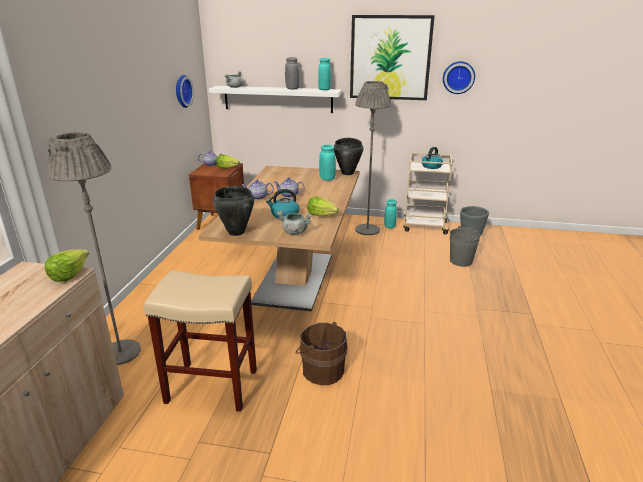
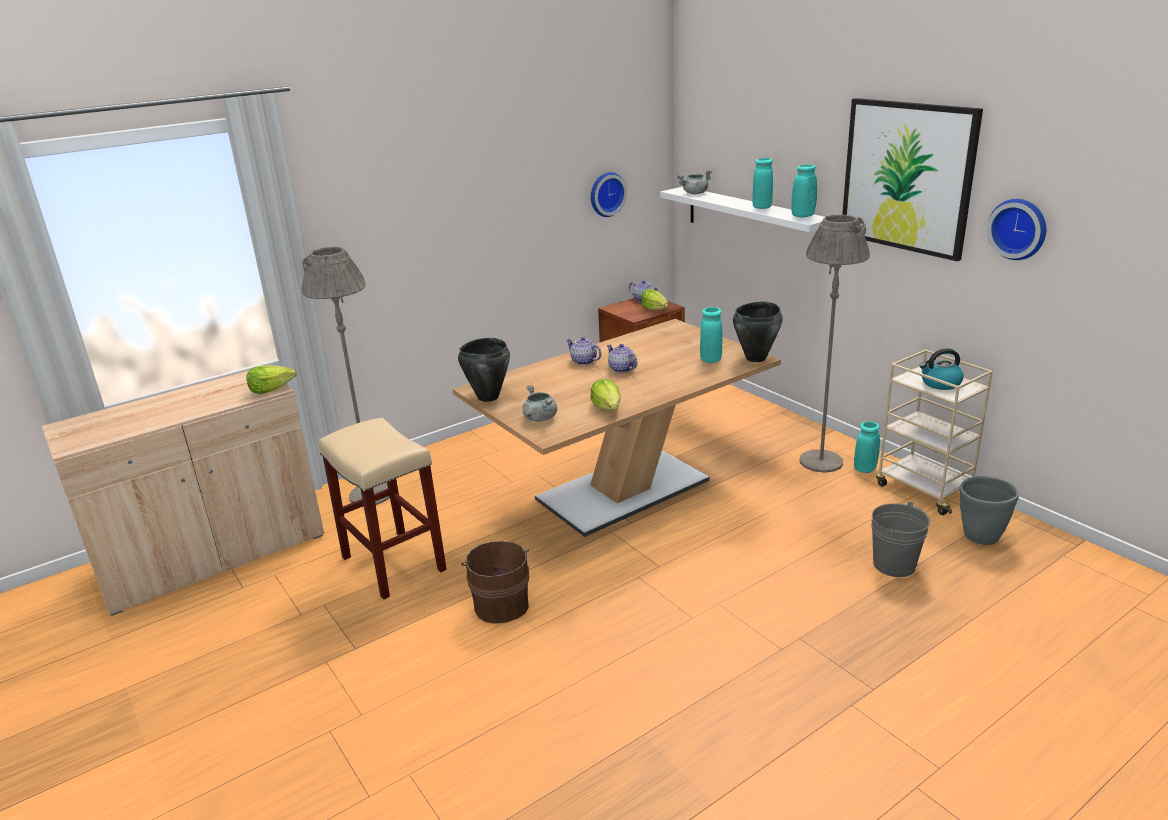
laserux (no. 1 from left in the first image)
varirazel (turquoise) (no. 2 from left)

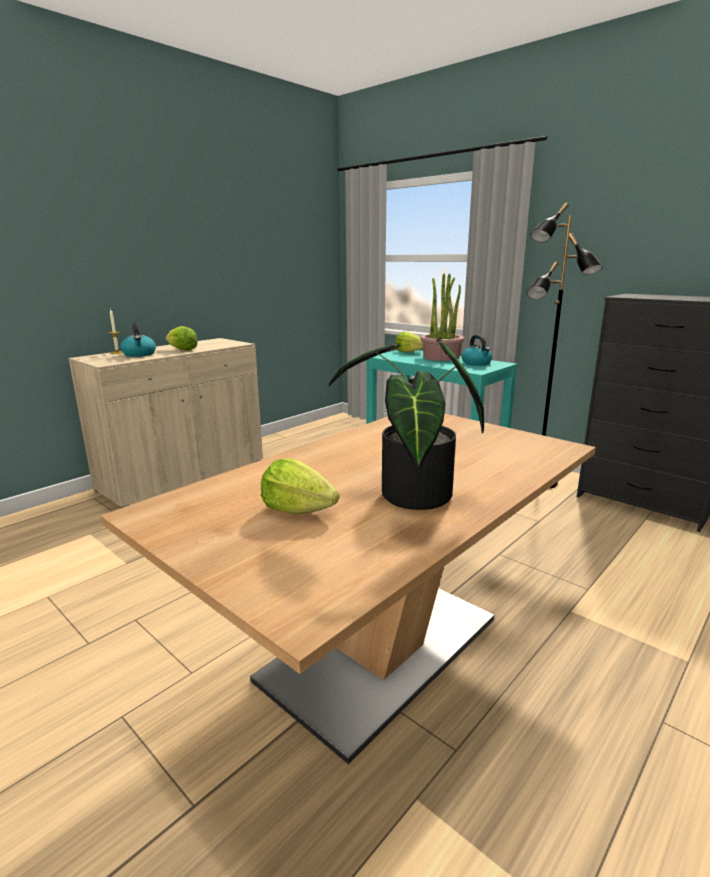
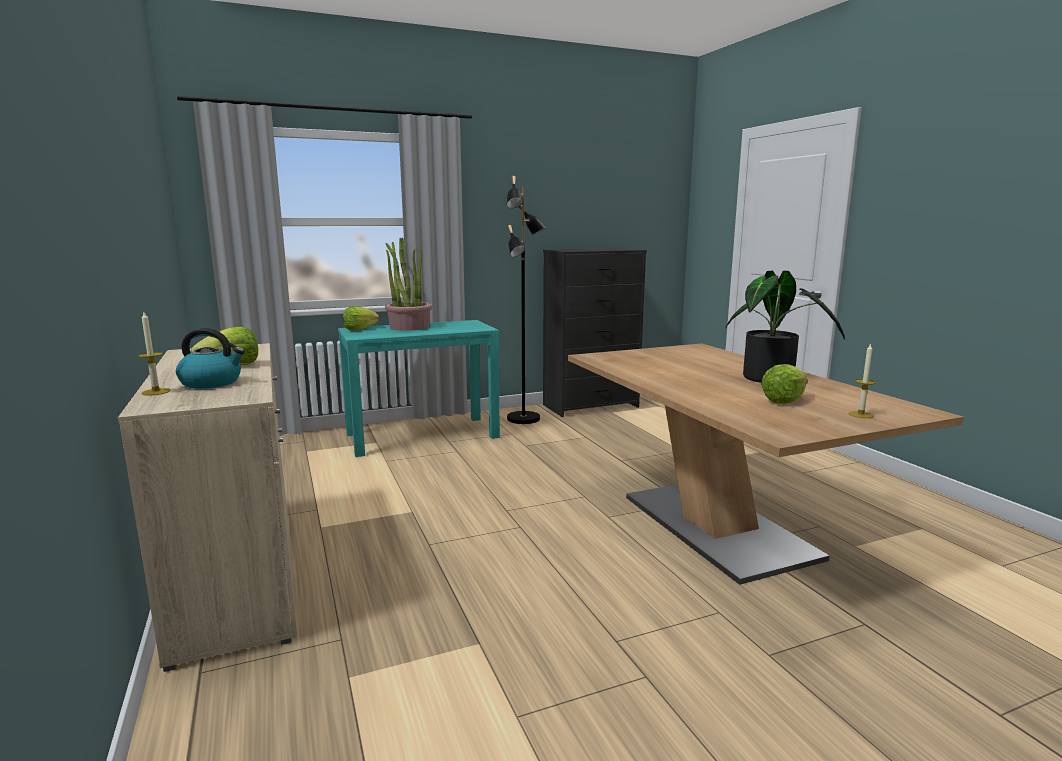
laserux (no. 2 from left in the first image)
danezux (no. 2 from left)

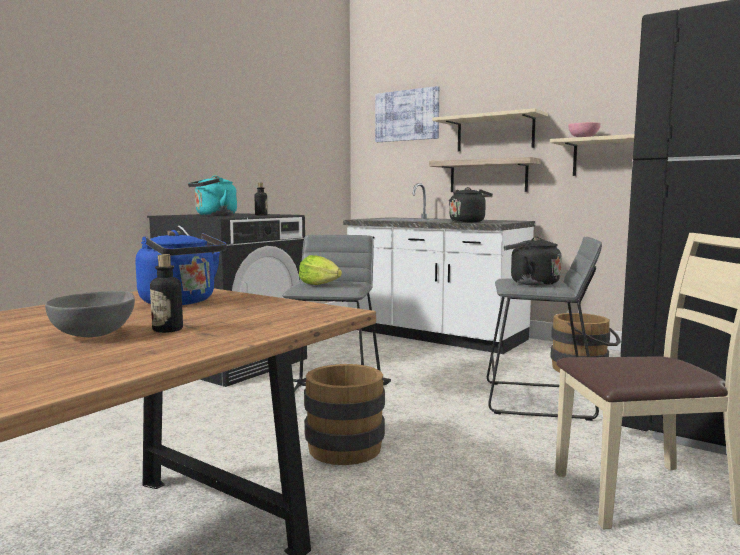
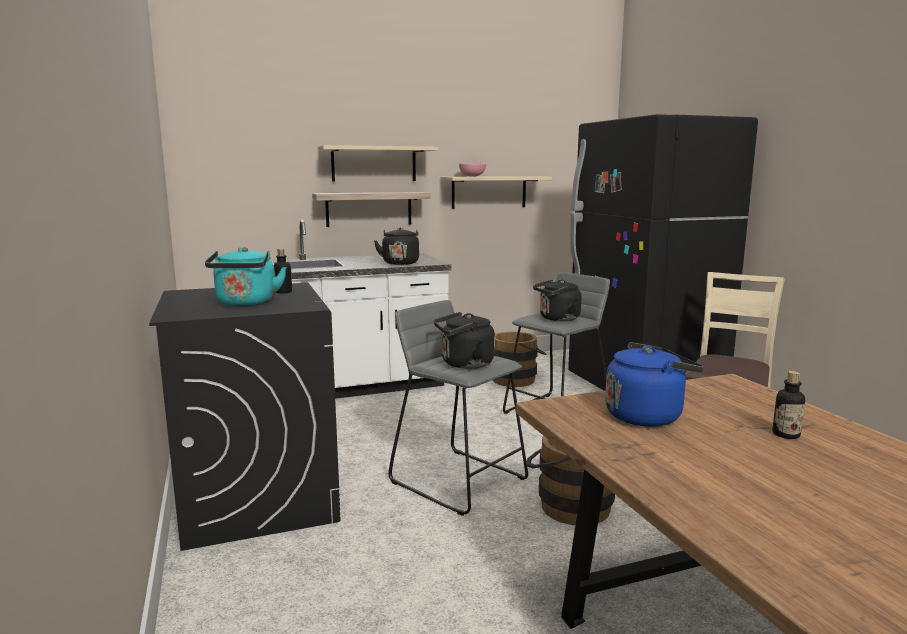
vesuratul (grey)
laserux (black) (no. 2 from left)
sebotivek

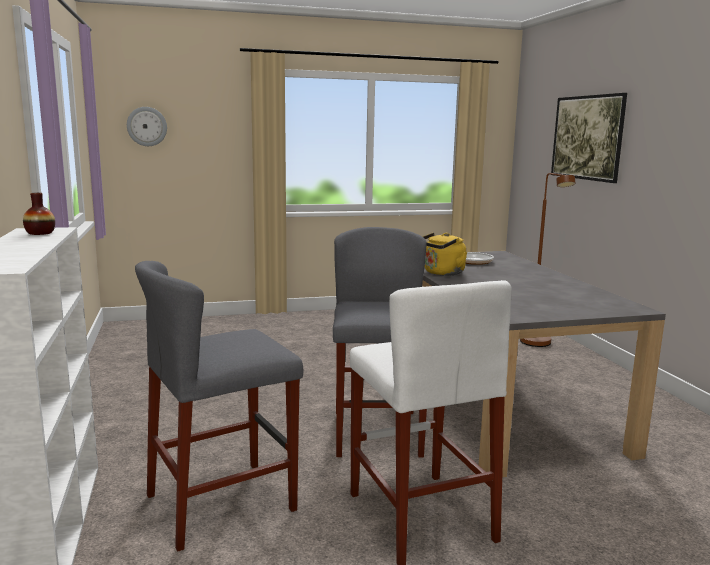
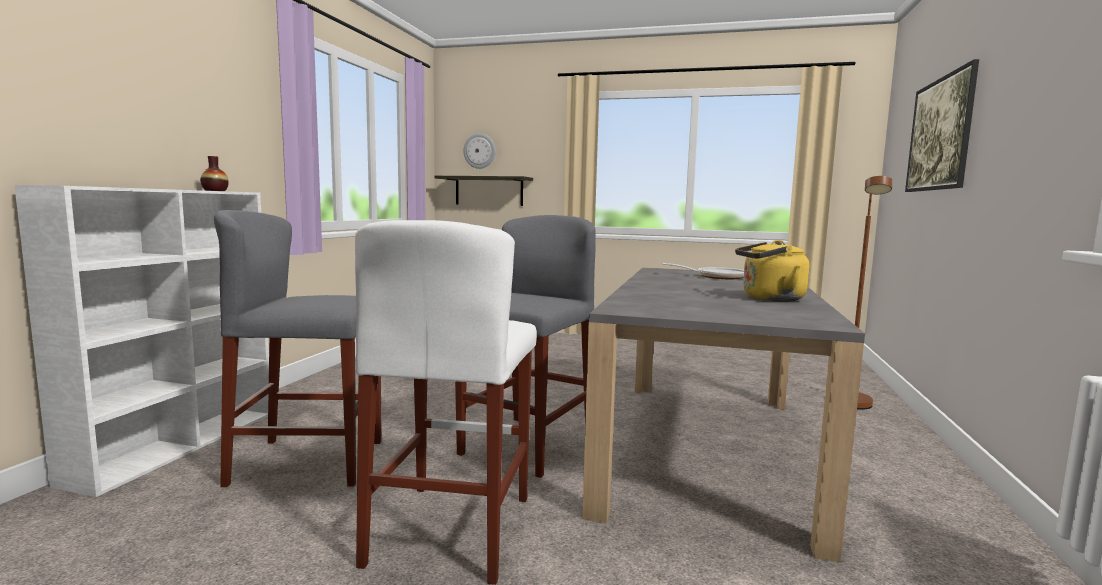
laserux (yellow)
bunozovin

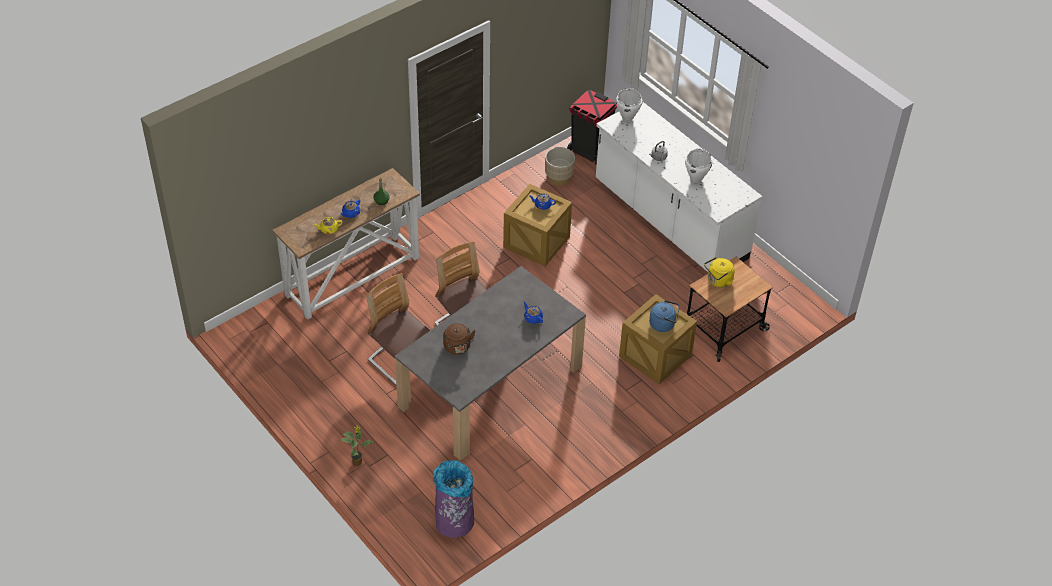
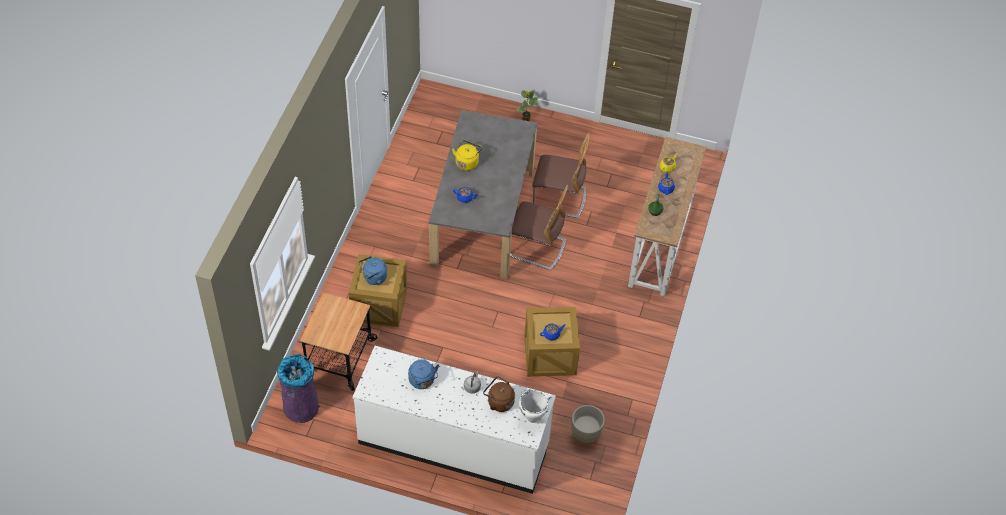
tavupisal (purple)
laserux (brown)
tavupisal (black)
laserux (blue) (no. 2 from left)
laserux (yellow)

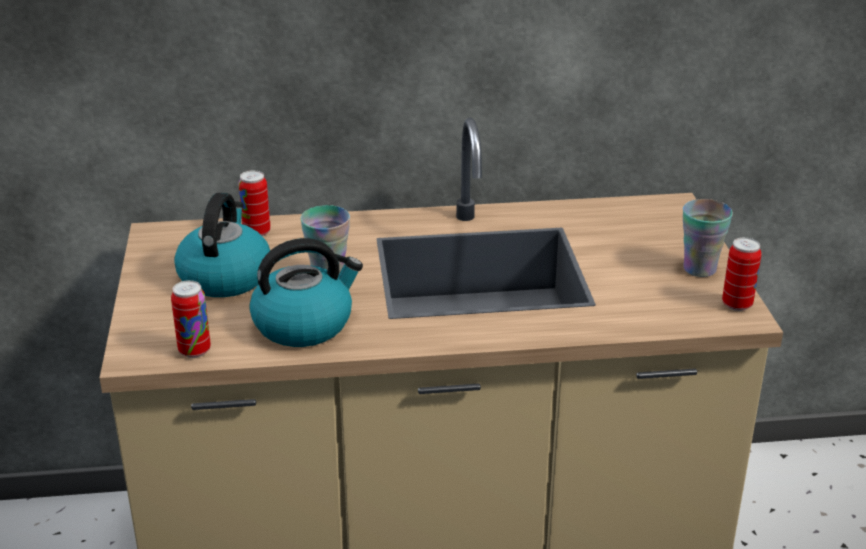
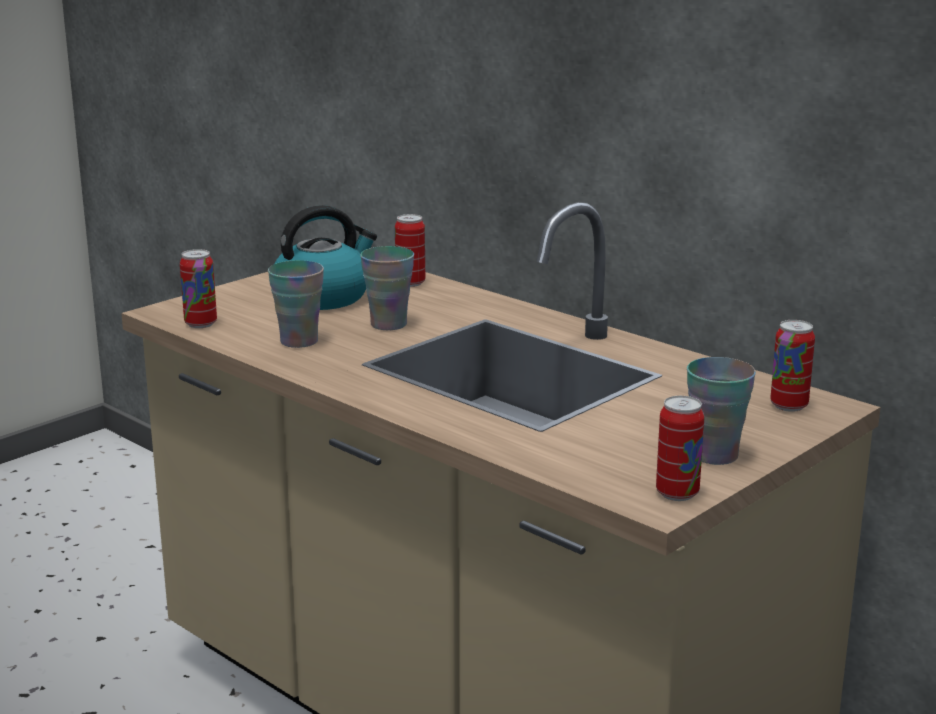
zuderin (no. 1 from left)
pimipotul (no. 4 from left)

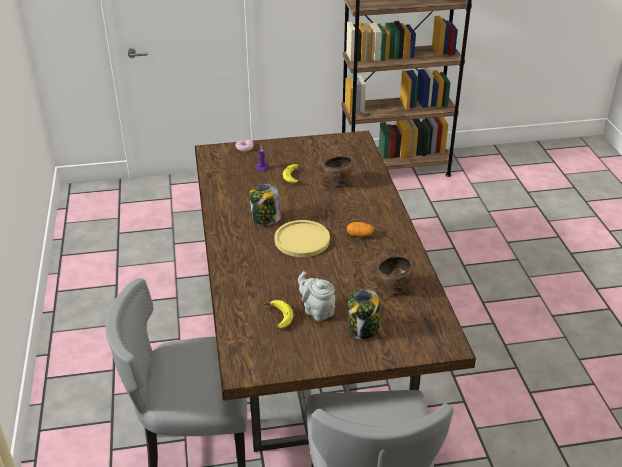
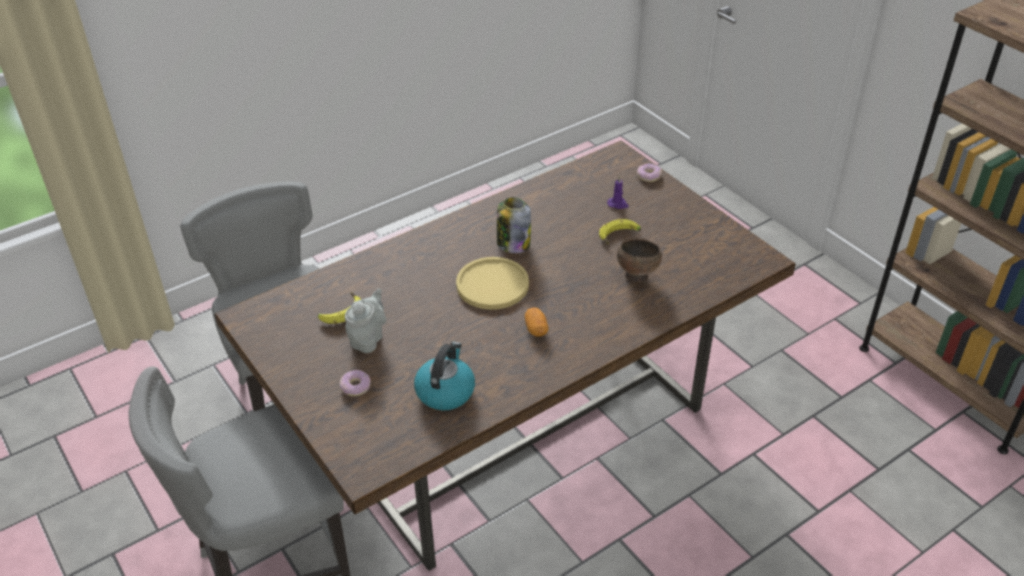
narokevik (no. 1 from left)
laserux

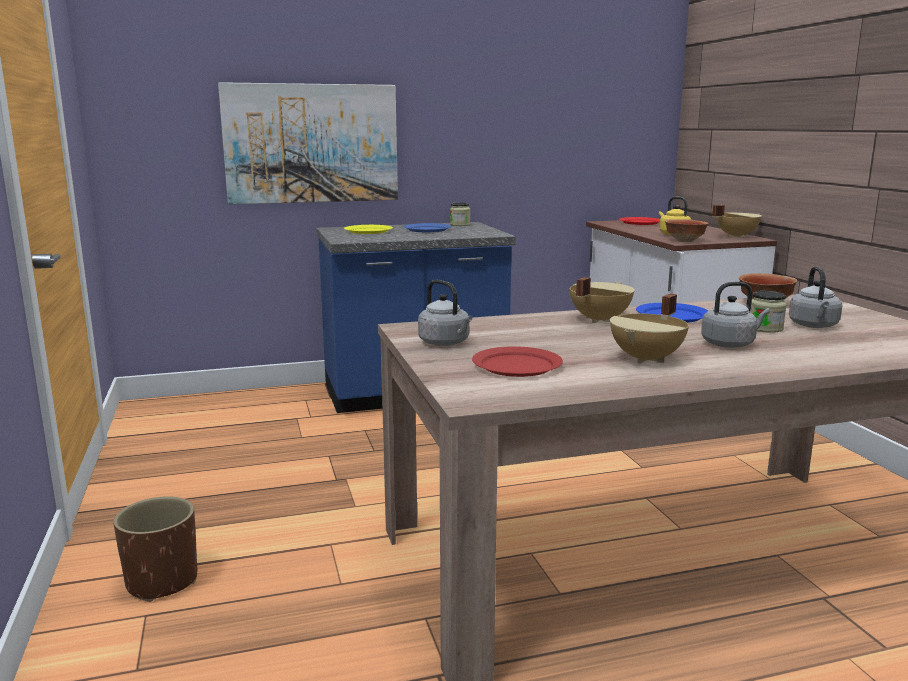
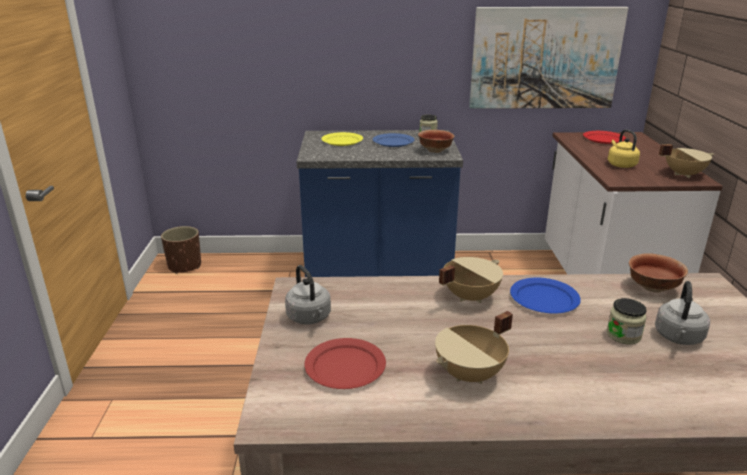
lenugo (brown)
sebotivek
vesuratul (no. 1 from left)
laserux (grey) (no. 2 from left in the first image)

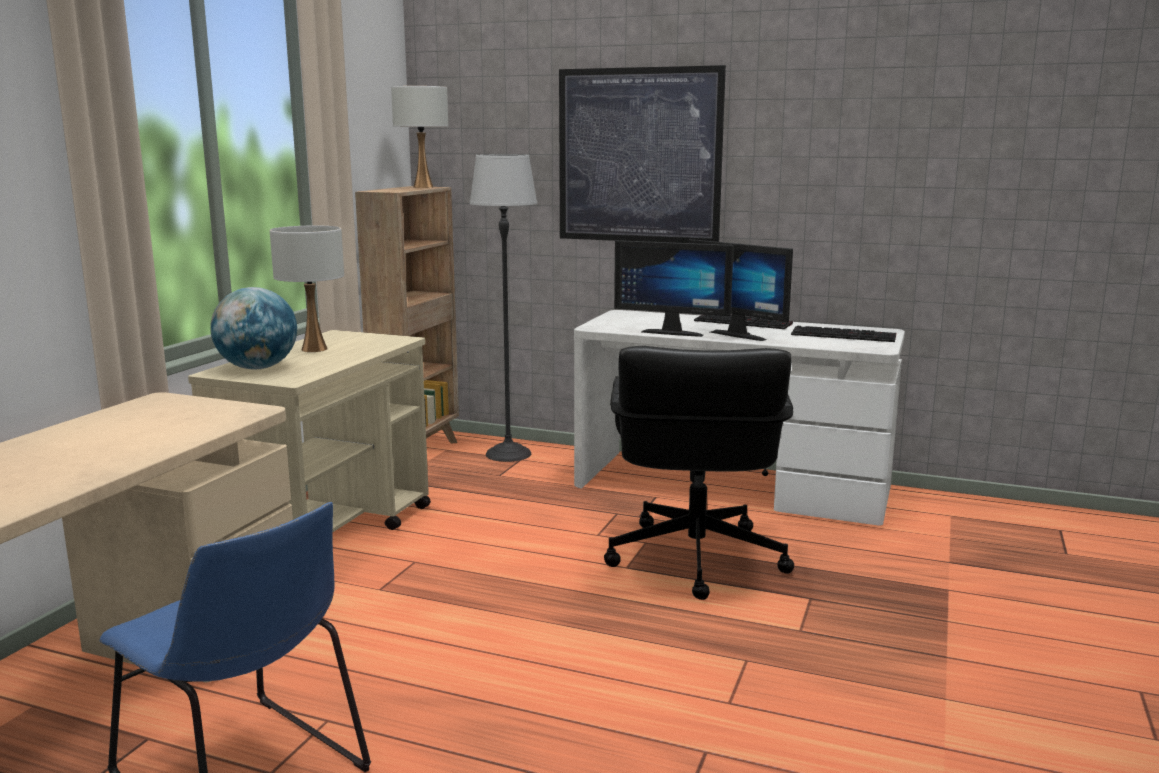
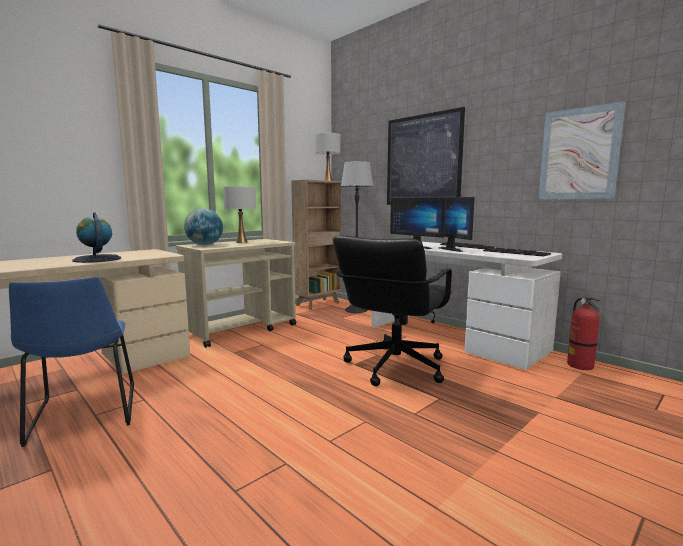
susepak (no. 1 from left)
sebotivek (no. 2 from left)
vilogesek

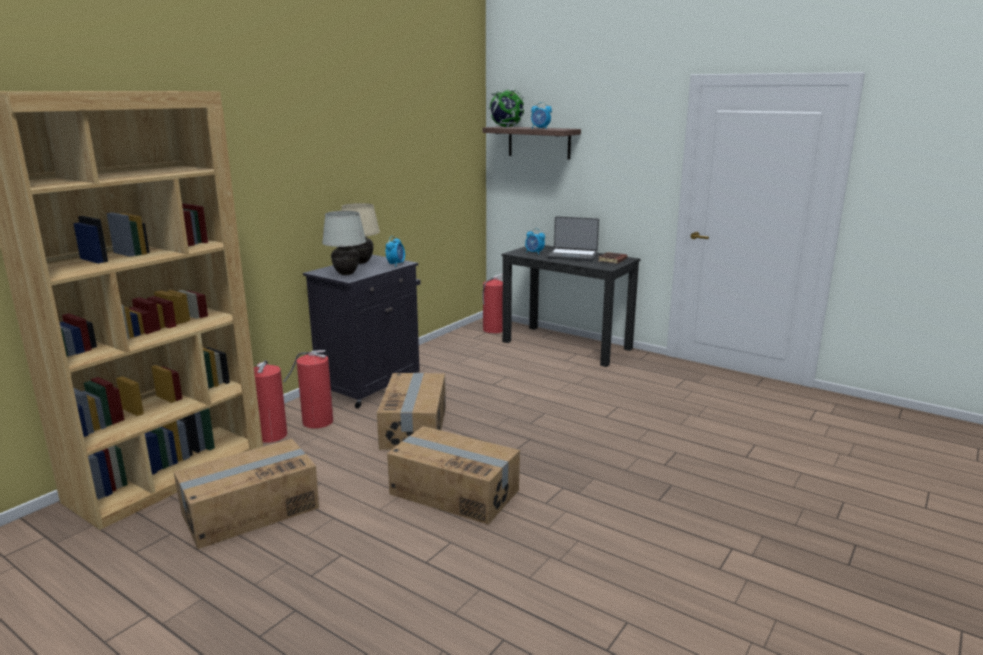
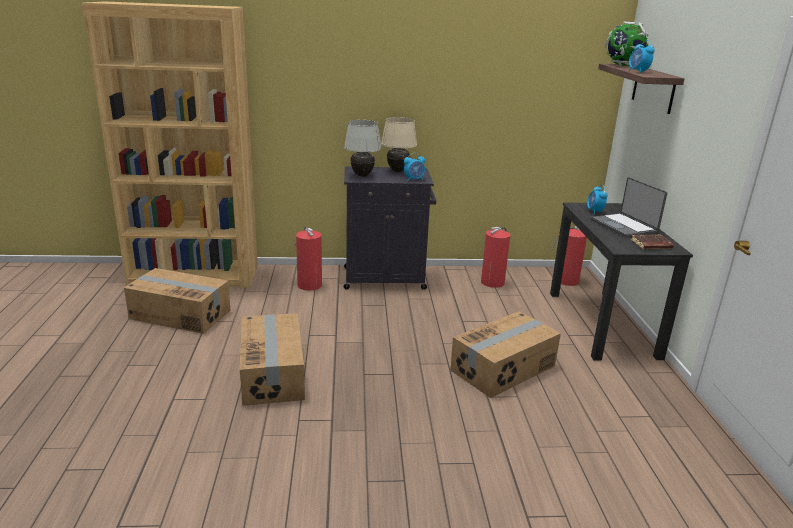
vilogesek (no. 2 from left)
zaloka (no. 3 from left)

